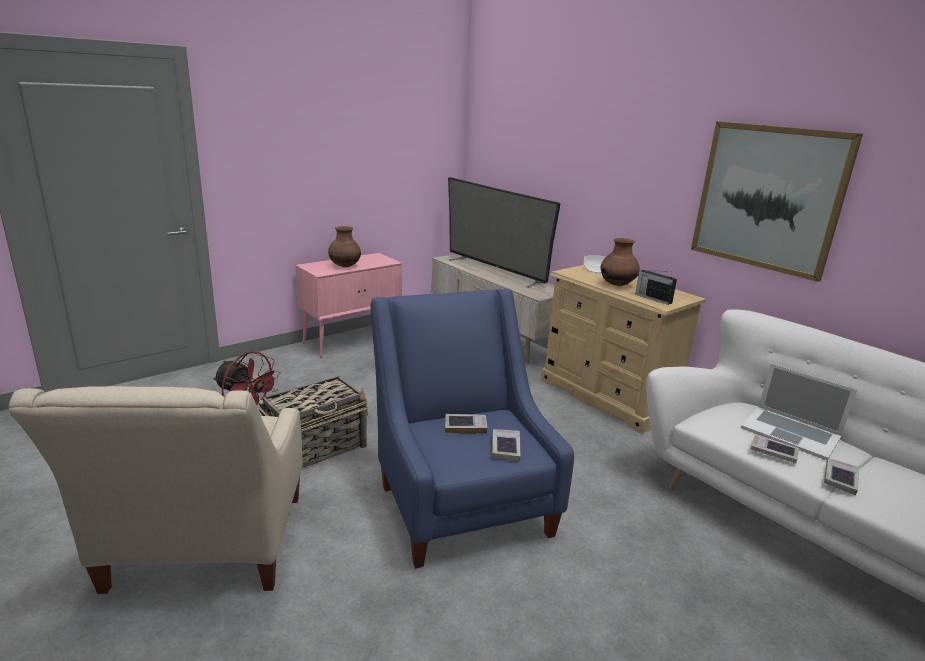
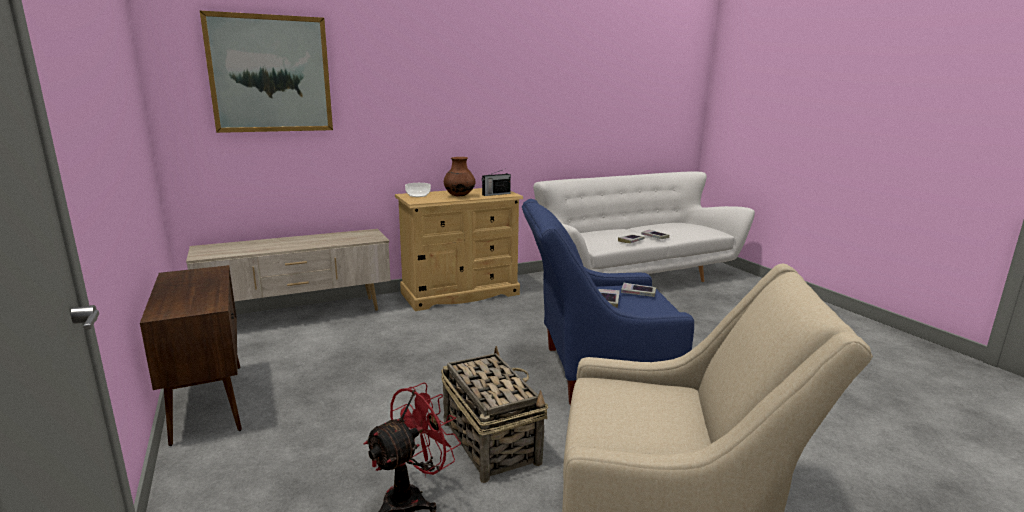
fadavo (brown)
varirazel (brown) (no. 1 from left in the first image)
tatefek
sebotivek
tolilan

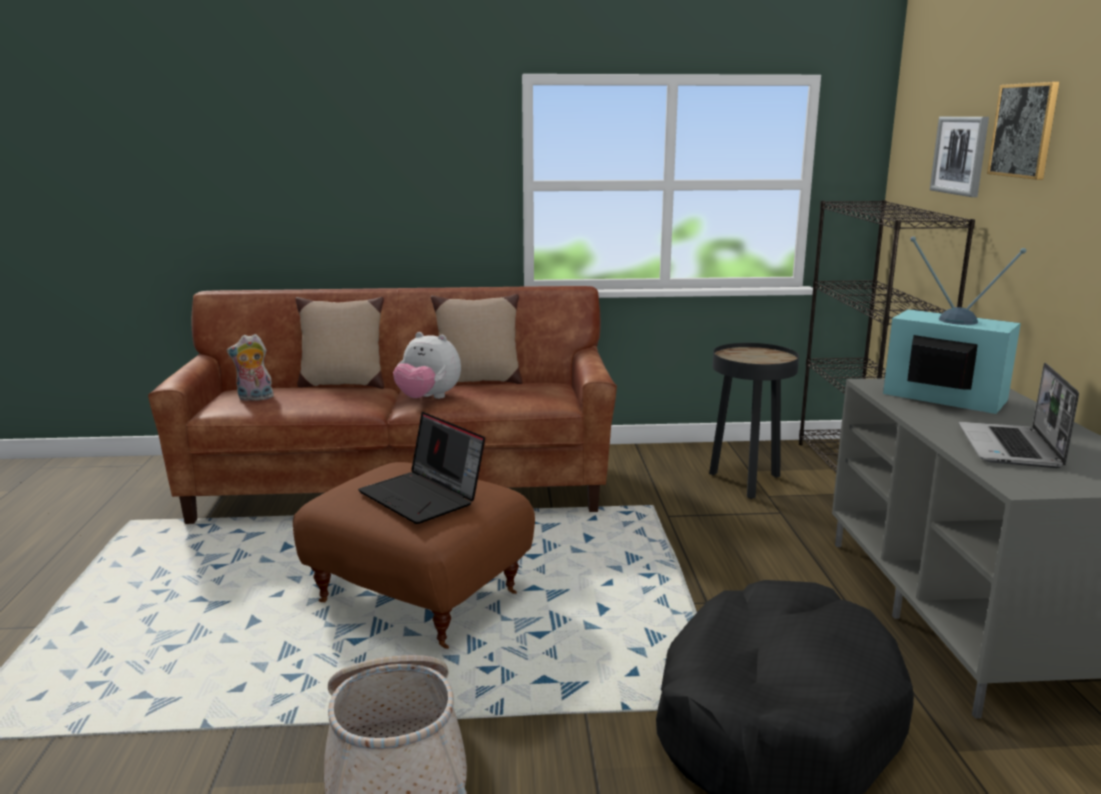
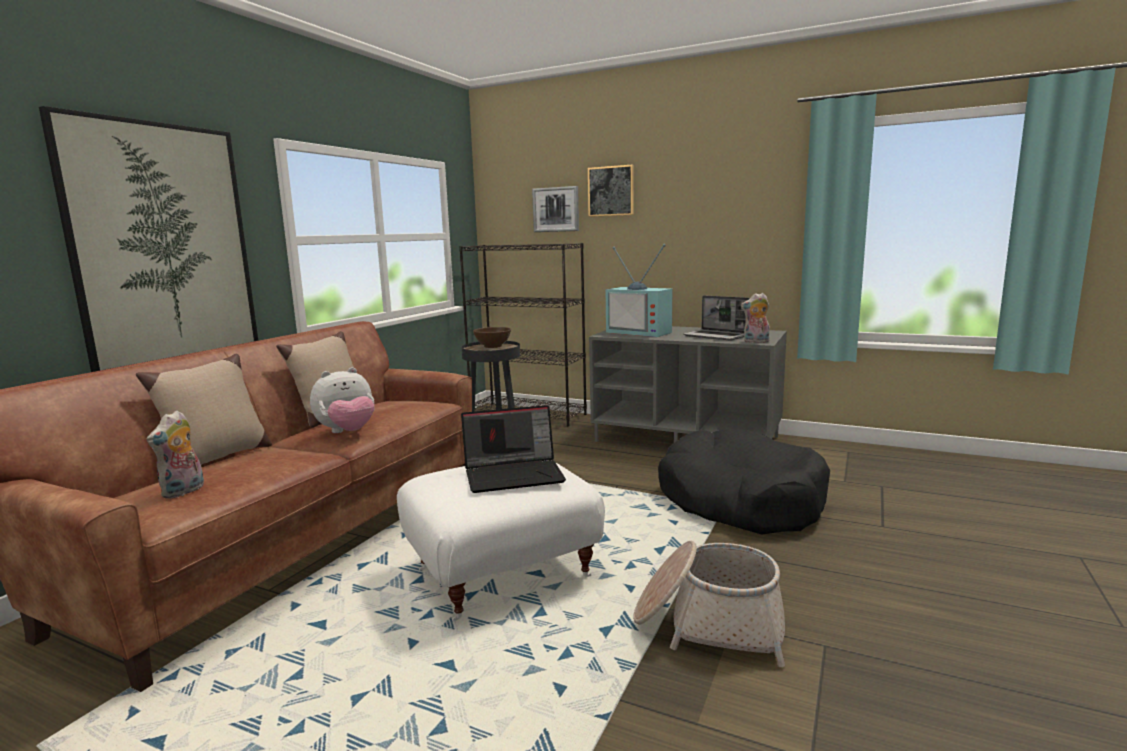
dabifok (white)
tatefek
sebotivek (no. 1 from left)
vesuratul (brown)
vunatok (no. 3 from left)

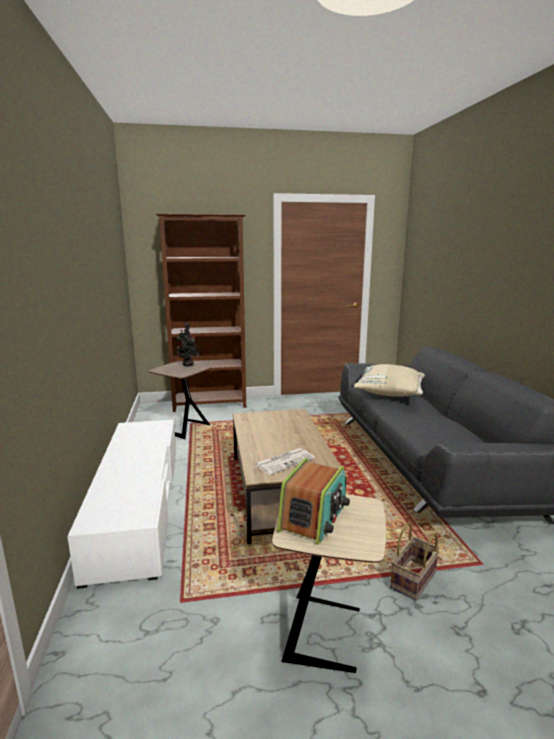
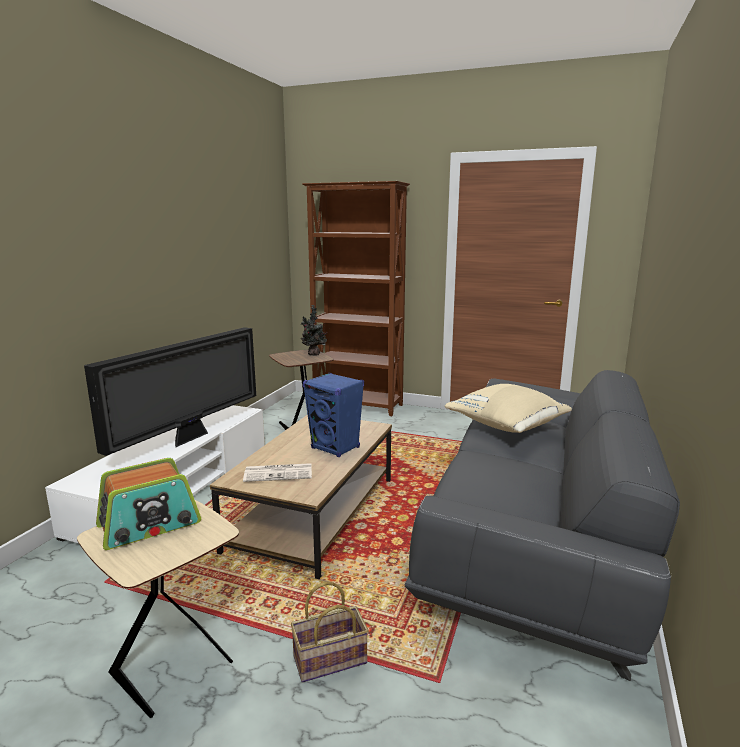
tatefek
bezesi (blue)

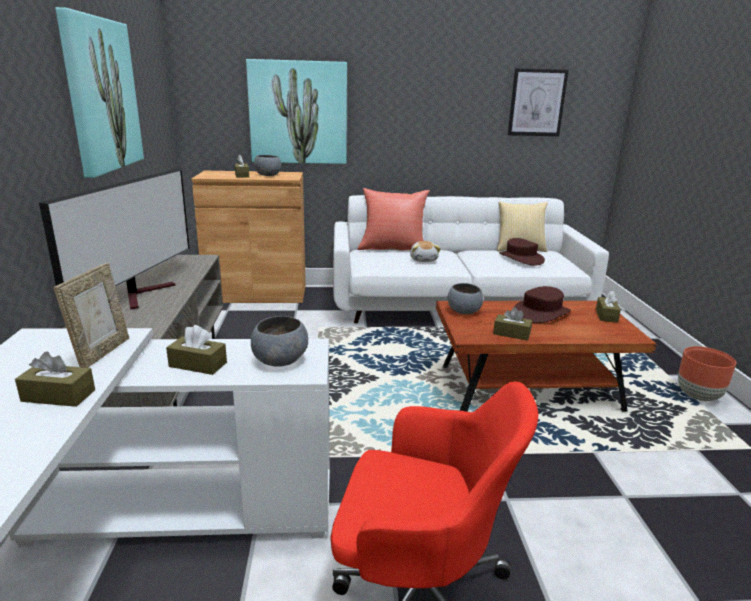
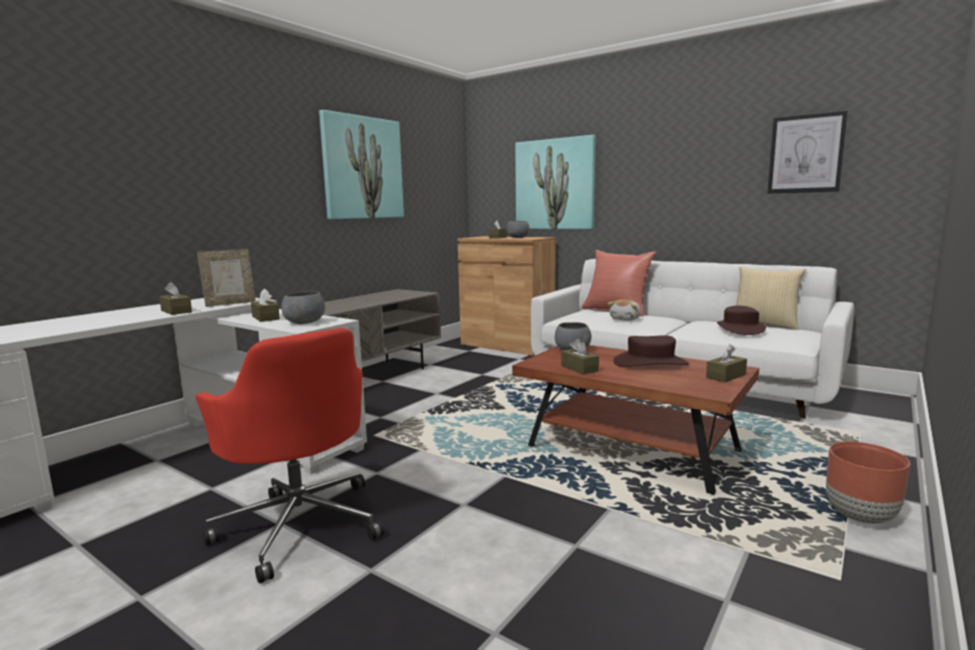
tatefek

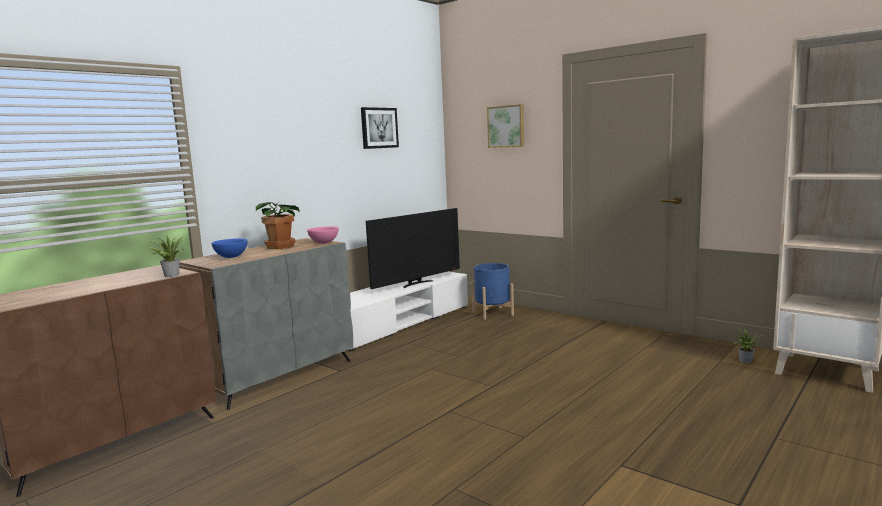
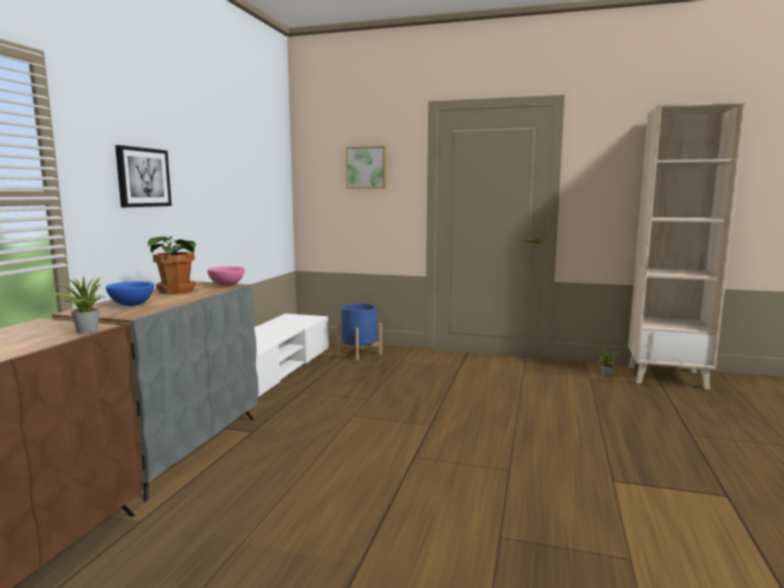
sebotivek (no. 1 from left)
tatefek

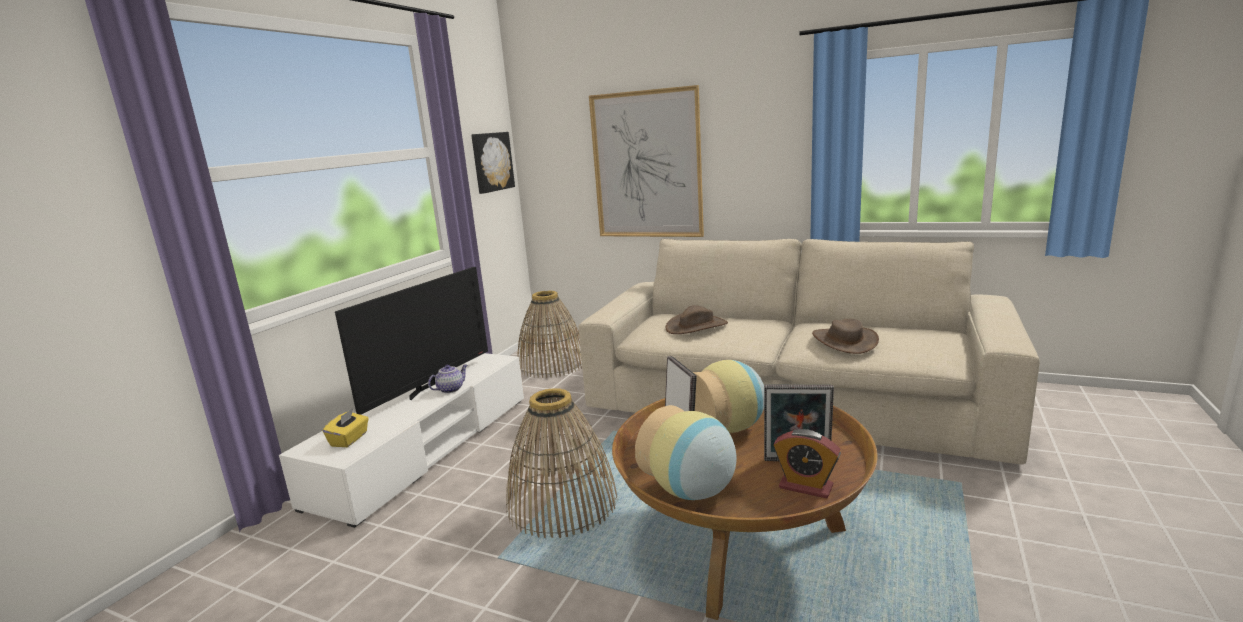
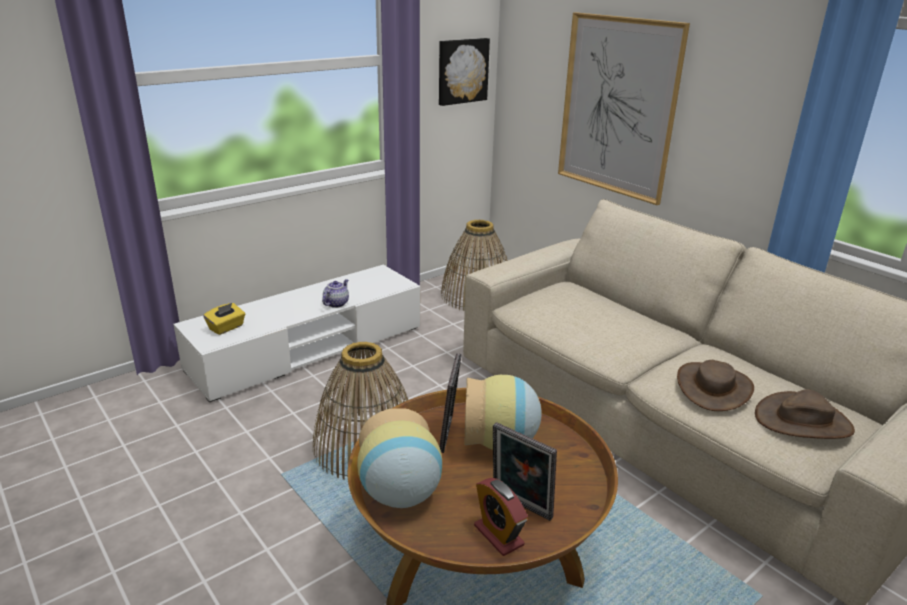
tatefek
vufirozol
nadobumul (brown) (no. 2 from left)

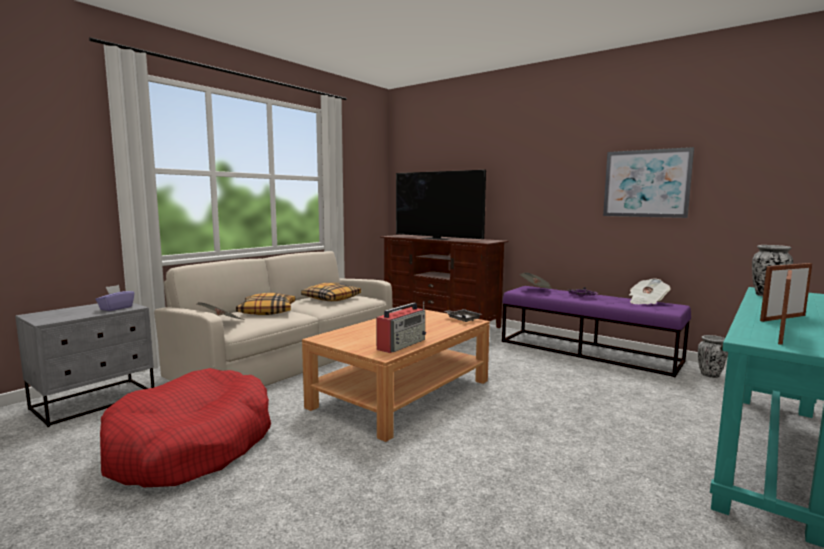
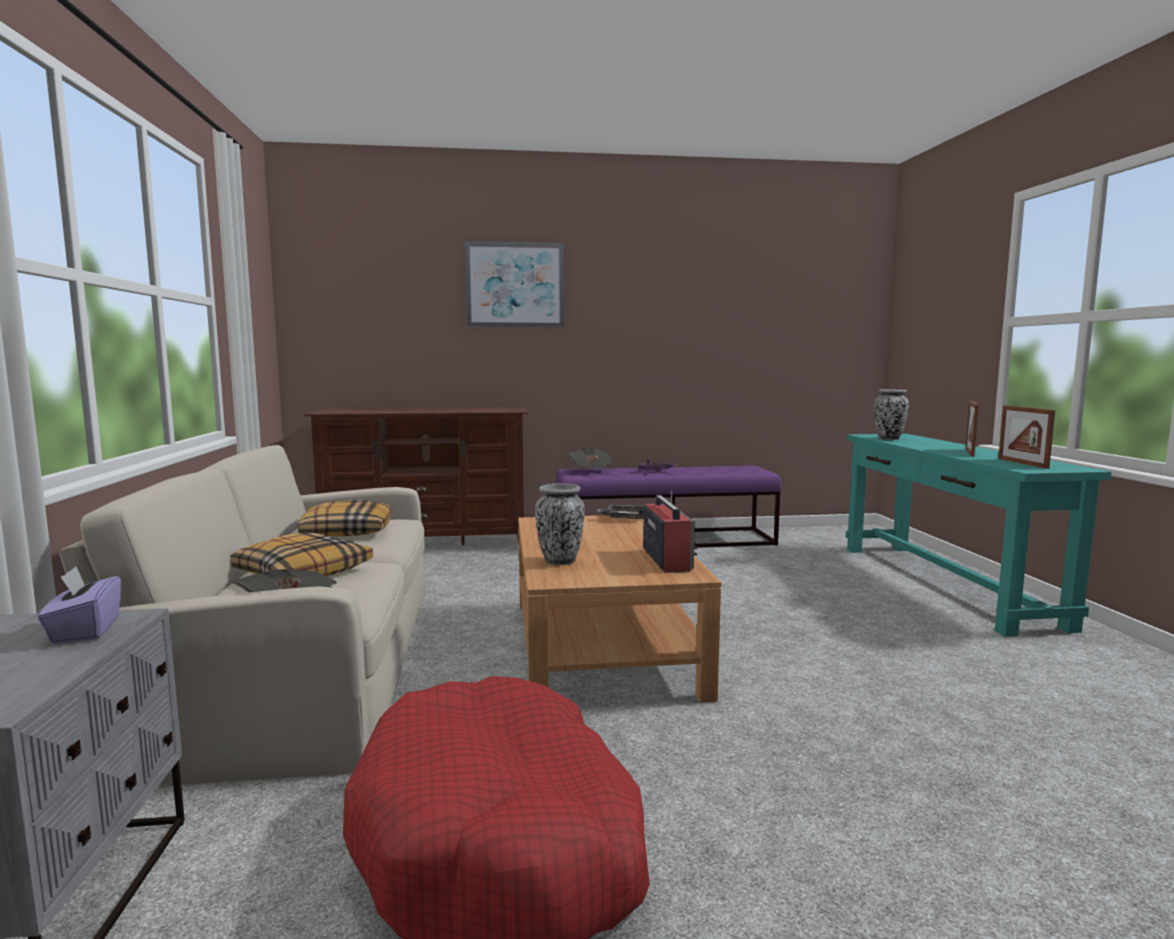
tatefek
sebotivek
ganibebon (no. 3 from left in the first image)
varirazel (no. 1 from left)

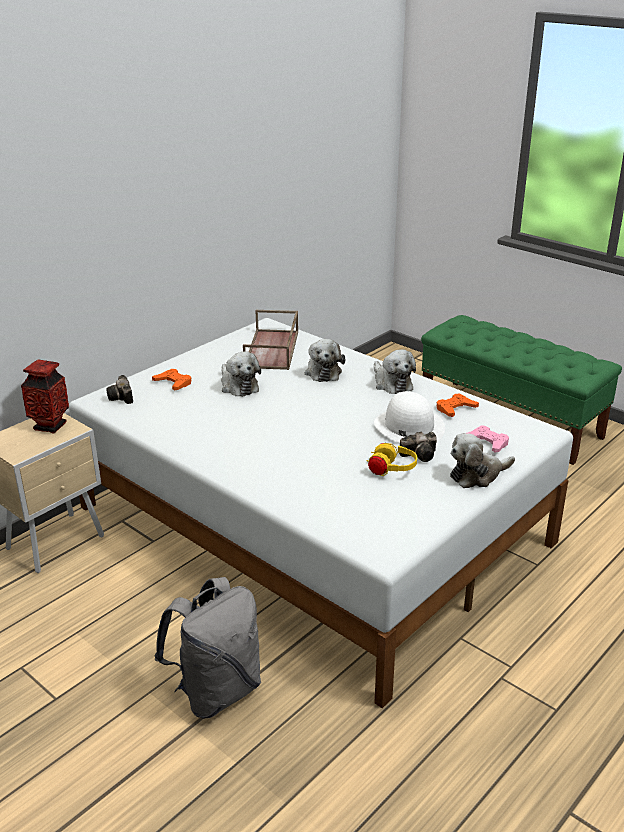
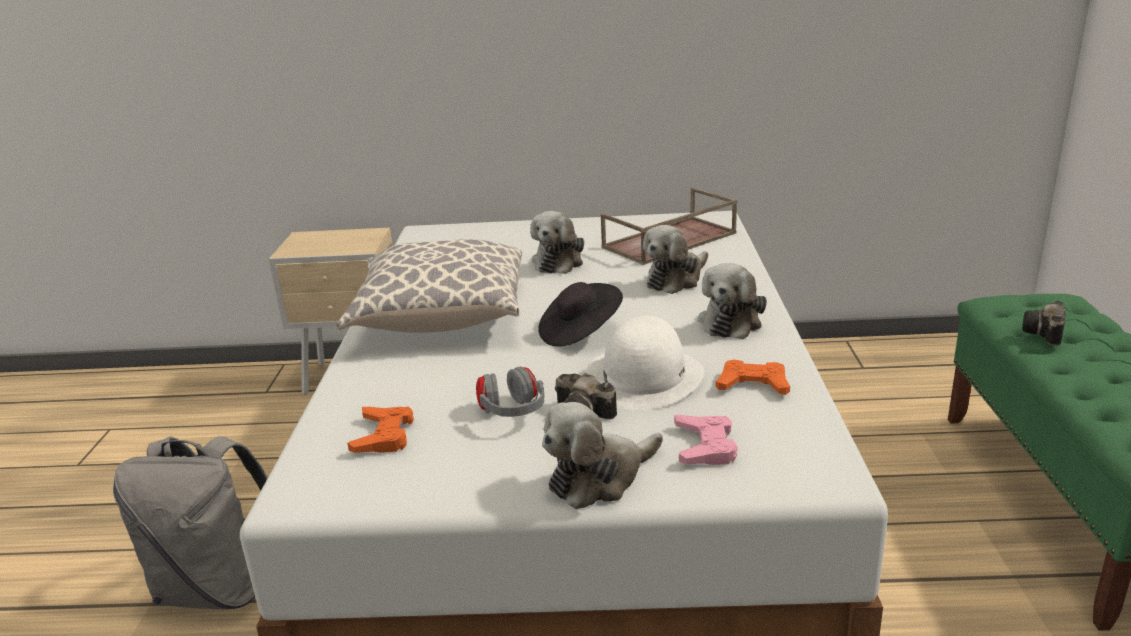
varirazel
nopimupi (no. 2 from left)
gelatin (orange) (no. 1 from left)
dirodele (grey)
vunatok (no. 2 from left)
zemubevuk
nadobumul (black)

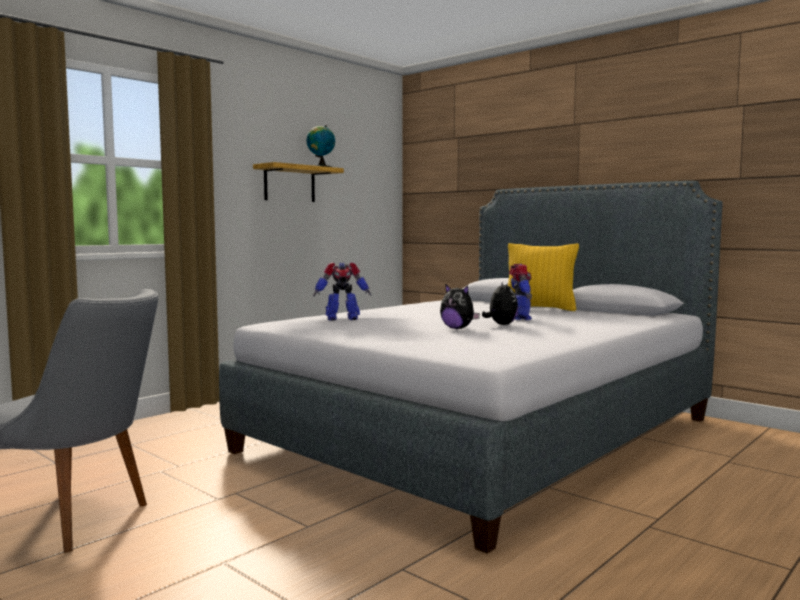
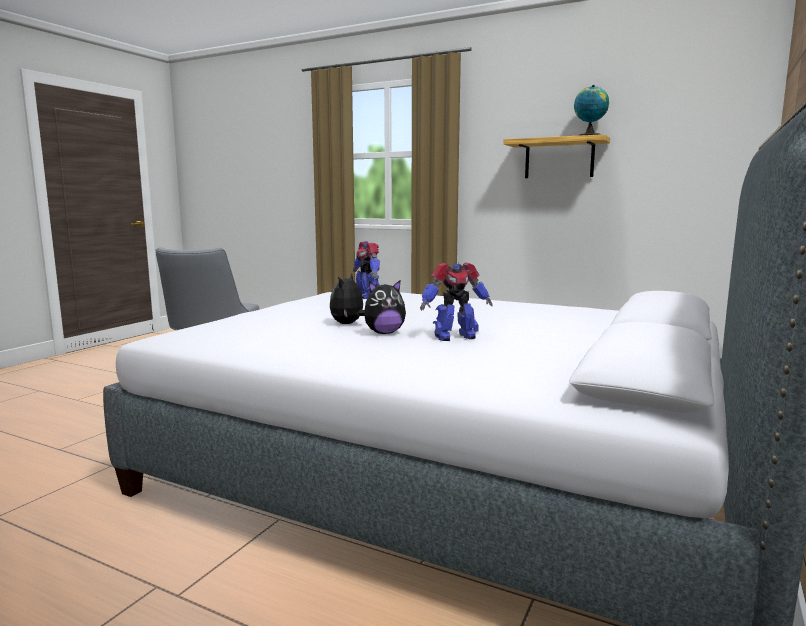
zemubevuk (yellow)

